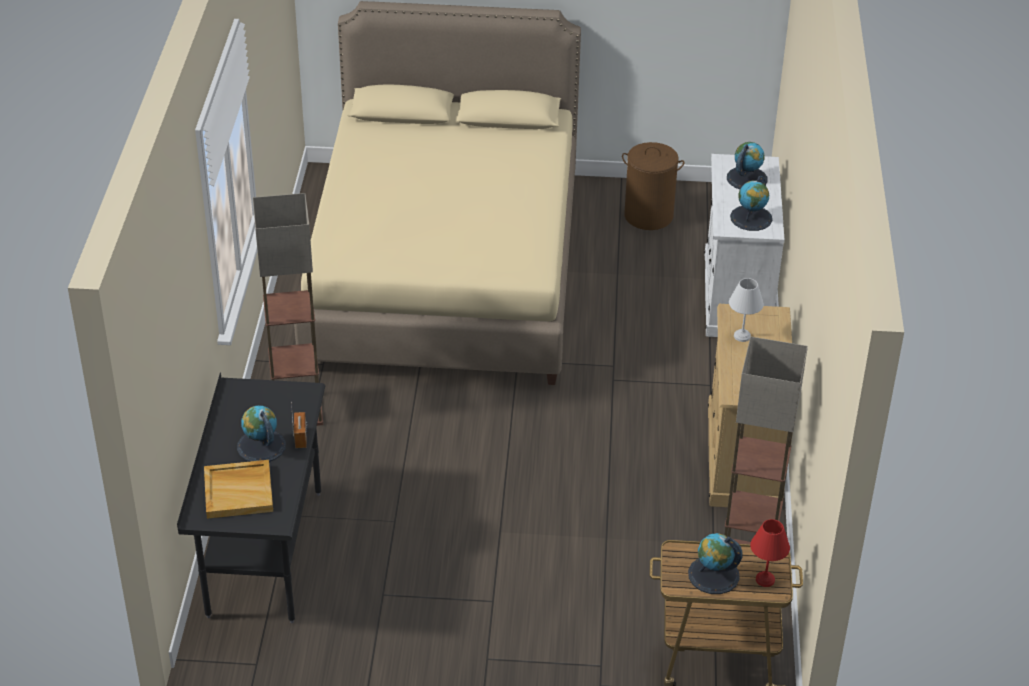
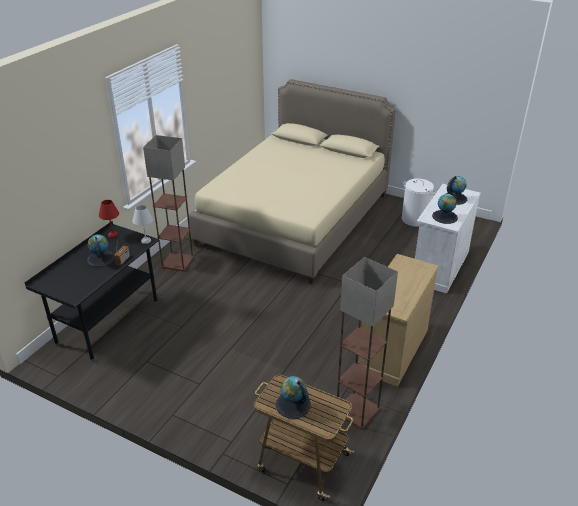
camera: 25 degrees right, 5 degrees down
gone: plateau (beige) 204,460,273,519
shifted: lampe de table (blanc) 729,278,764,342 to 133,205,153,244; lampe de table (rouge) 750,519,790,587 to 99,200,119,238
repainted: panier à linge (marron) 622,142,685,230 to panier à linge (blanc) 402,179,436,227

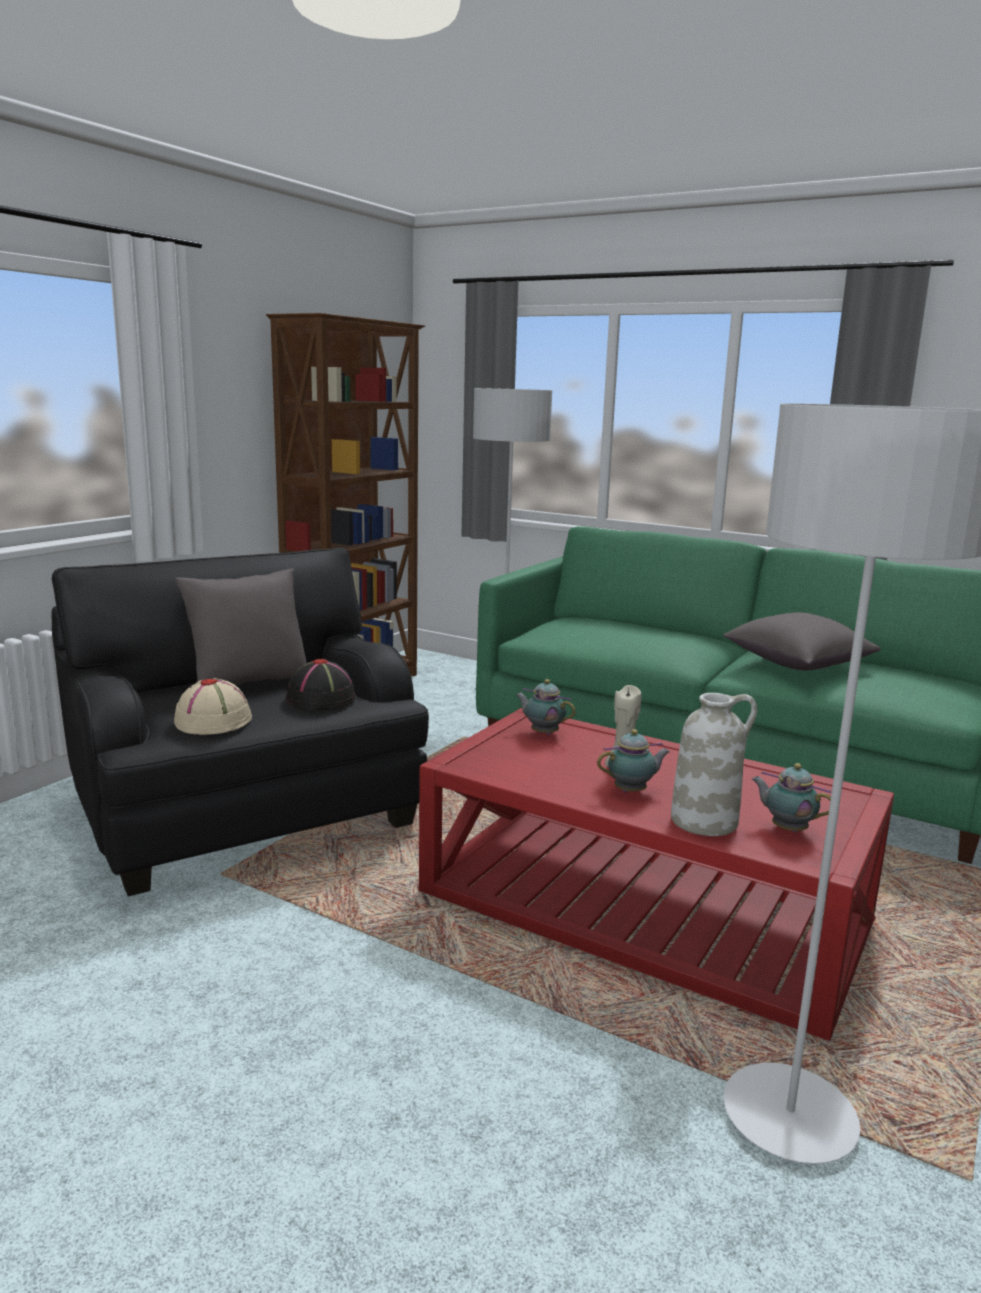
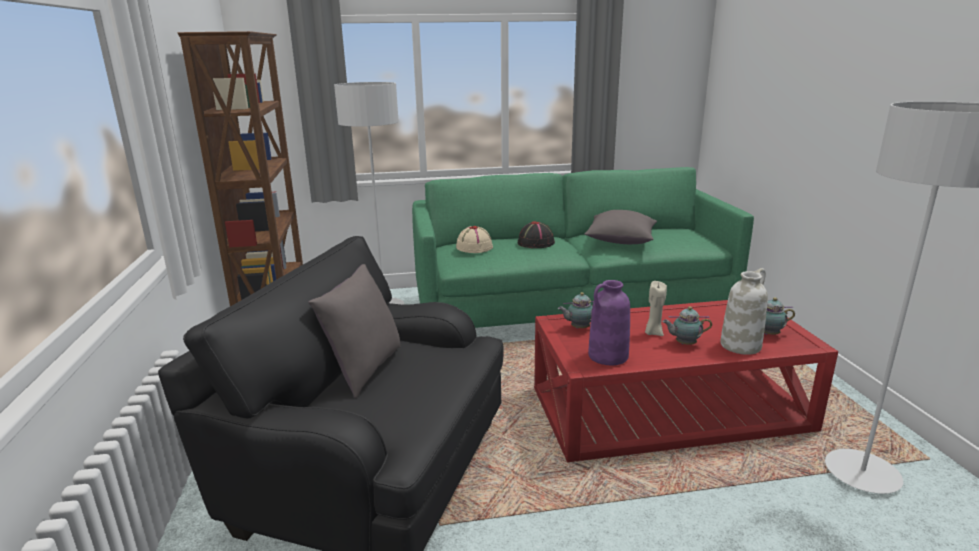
camera: 40 degrees left, 5 degrees up
new: vase (violet) 588,280,630,365
shifted: chapeau (noir) 286,659,356,710 to 518,221,555,248; chapeau (beige) 174,678,252,735 to 456,226,493,253
rotated: théière 597,729,670,793 = 662,306,712,345 120 degrees counterclockwise

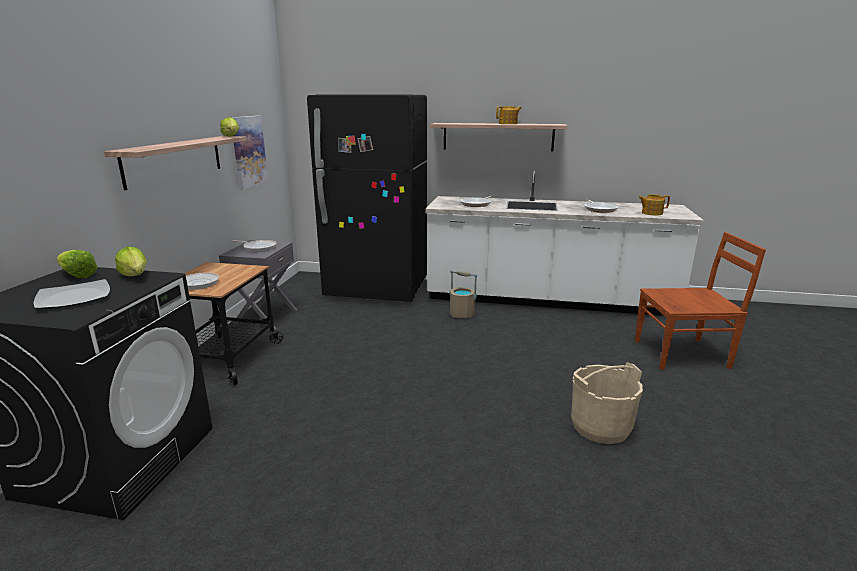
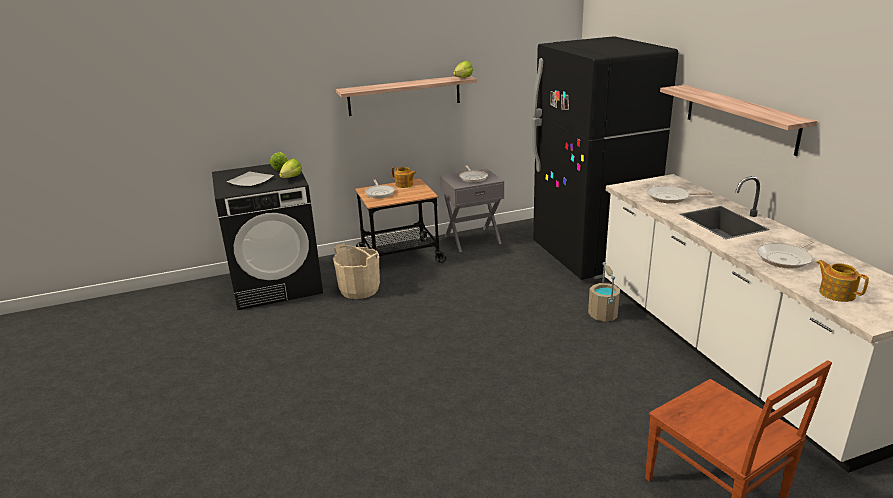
camera: 60 degrees right, 5 degrees up
gone: tableau 231,116,268,189
shifted: théière 496,106,522,124 to 392,167,416,188; seau (beige) 571,362,643,444 to 333,243,380,299

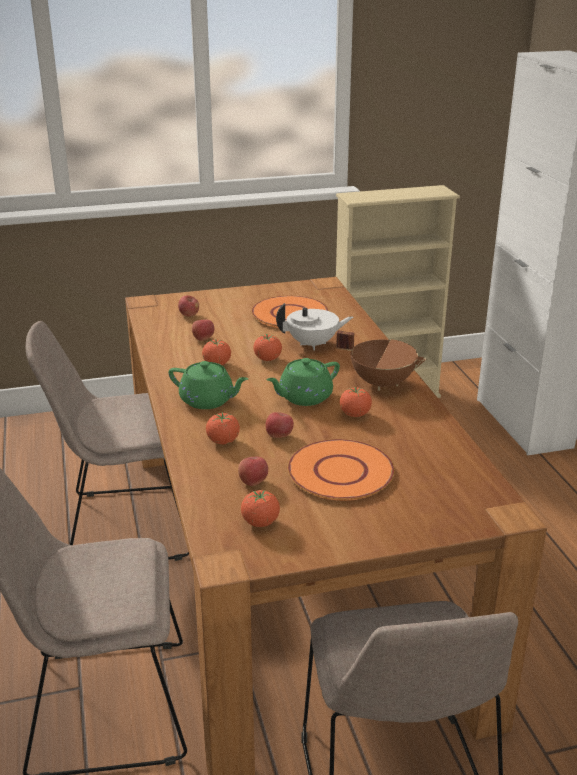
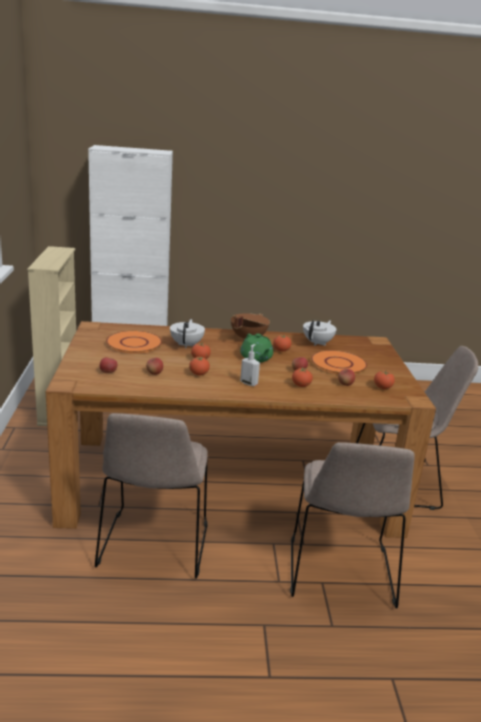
camera: 80 degrees left, 5 degrees down
new: théière (blanc) 303,320,337,346
swapped: théière (vert) 168,361,249,409 to distributeur de savon 240,344,260,386

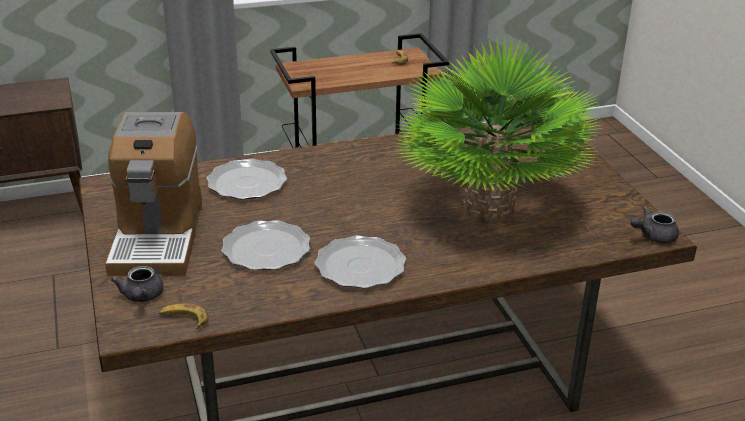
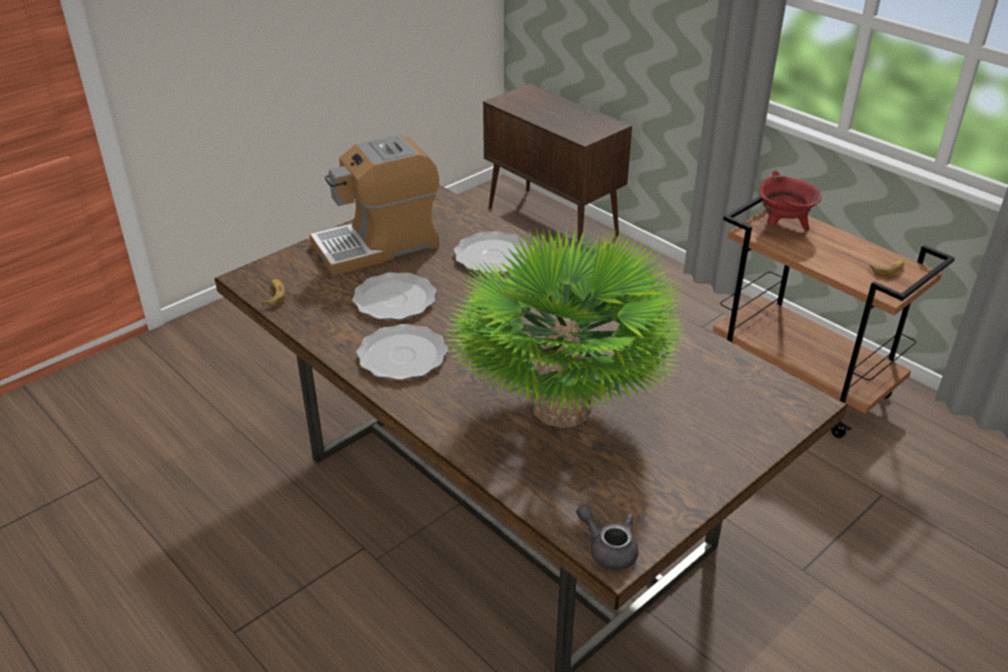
camera: 65 degrees right, 5 degrees up
gone: théière (gris) 111,266,163,302
new: marmite (rouge) 759,170,822,231

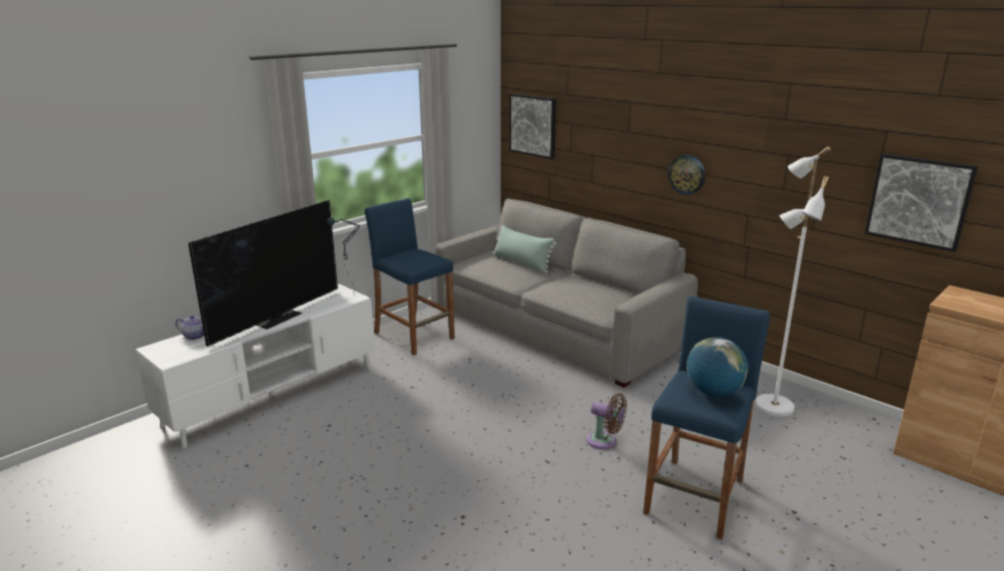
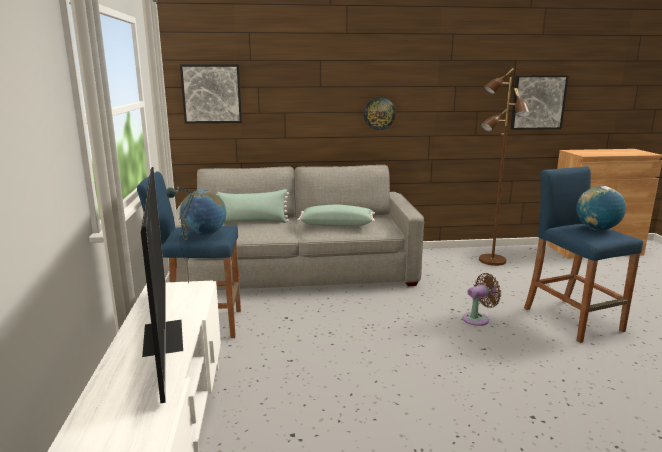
camera: 50 degrees left, 5 degrees down
gone: théière 176,315,204,340
new: globe 180,190,226,235; coussin (vert) 297,205,375,226
repainted: lampadaire (blanc) 755,146,831,417 to lampadaire (marron) 479,68,531,266

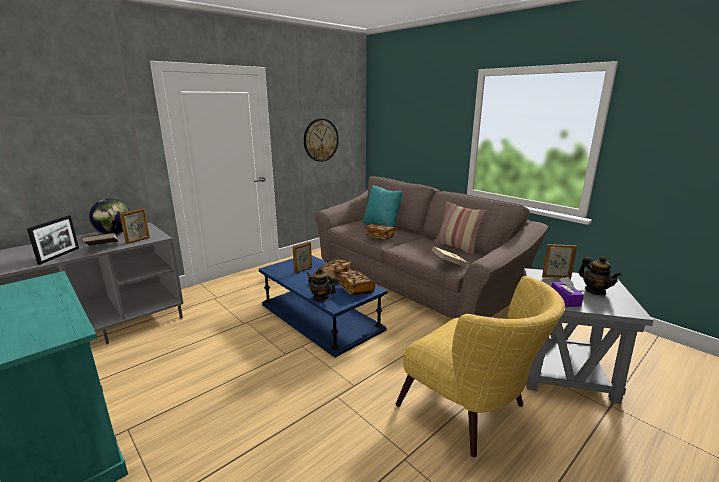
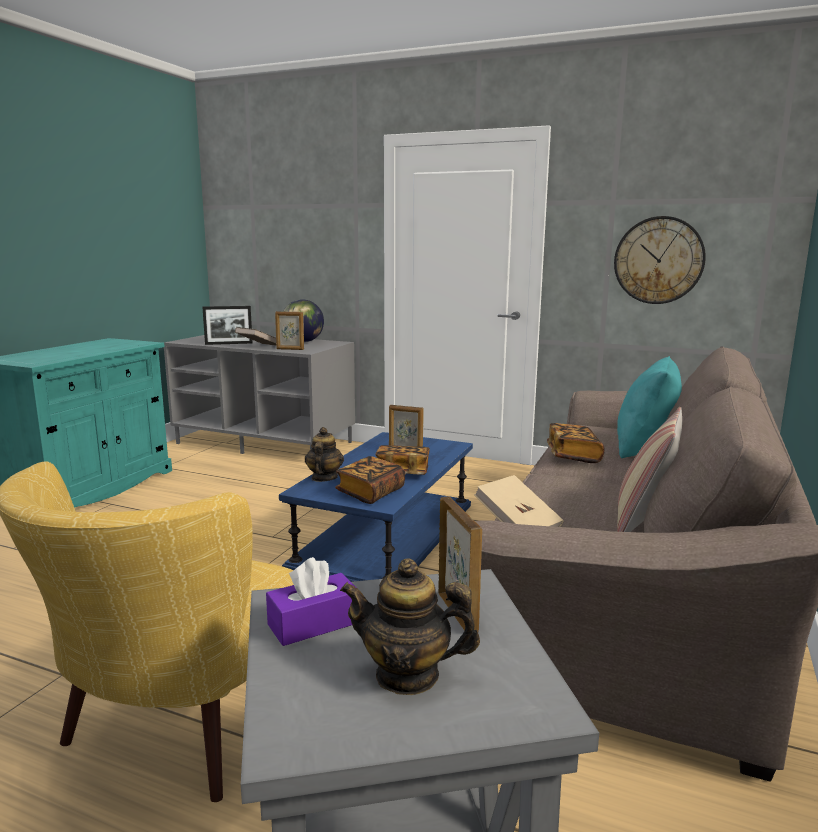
camera: 65 degrees right, 5 degrees down
rotated: théière 579,256,622,295 = 340,558,480,695 60 degrees clockwise

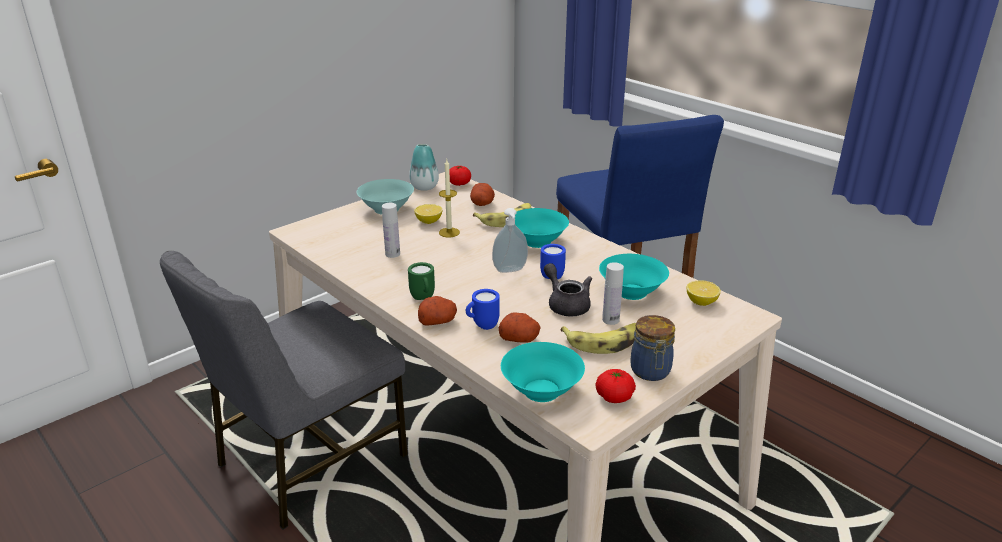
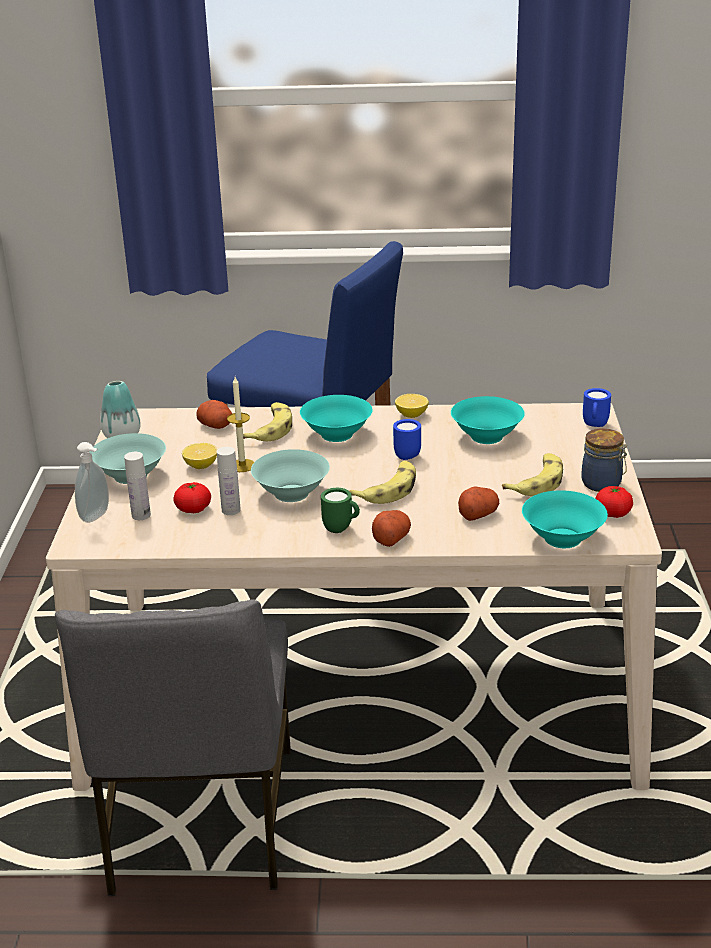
camera: 45 degrees left, 0 degrees up
gone: théière (gris) 544,263,592,316
new: bol (turquoise) 251,449,330,502; banane 349,461,416,504
shifted: tomate 449,166,471,186 to 173,482,211,513; distributeur de savon 492,208,528,273 to 75,442,109,523; bouteille (blanc) 602,262,624,325 to 124,452,151,520; citron 687,281,721,306 to 395,394,429,418; mug (bleu) 466,289,500,330 to 583,388,611,427

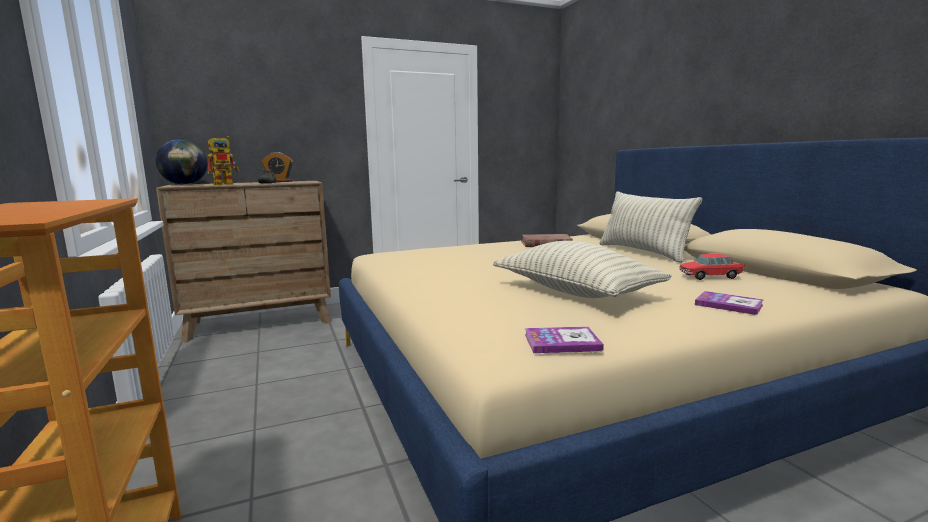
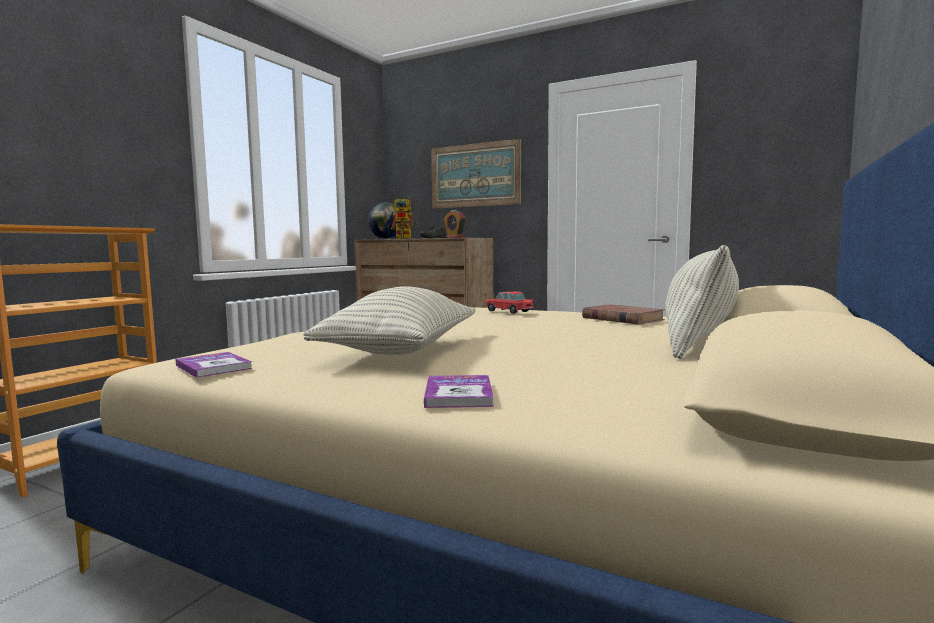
camera: 50 degrees right, 5 degrees down
new: tableau 431,139,521,209
shifted: petite voiture 679,253,745,280 to 484,292,534,314

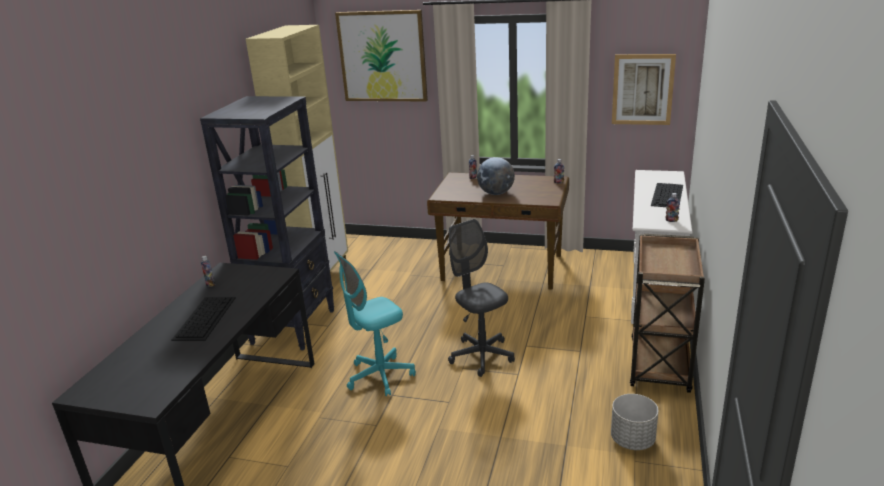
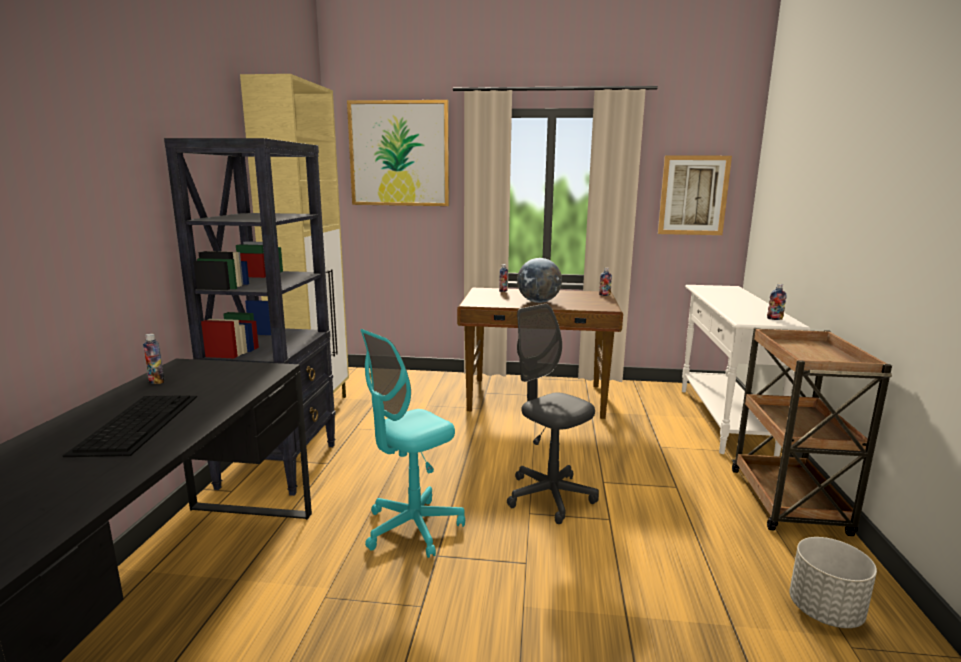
camera: 10 degrees left, 10 degrees down
gone: clavier 651,183,683,207

